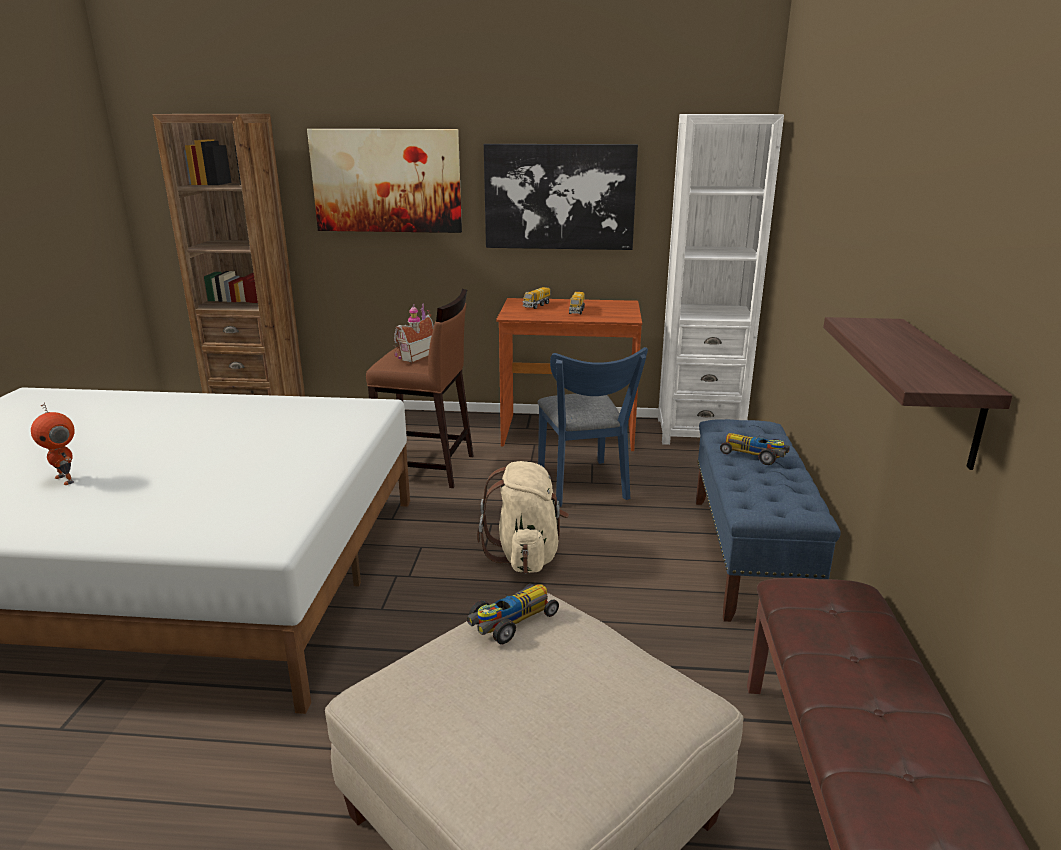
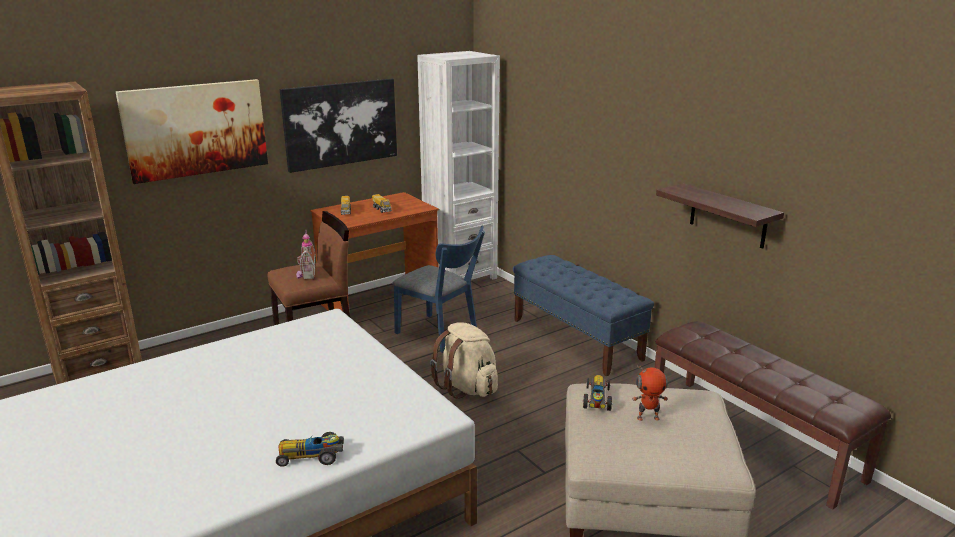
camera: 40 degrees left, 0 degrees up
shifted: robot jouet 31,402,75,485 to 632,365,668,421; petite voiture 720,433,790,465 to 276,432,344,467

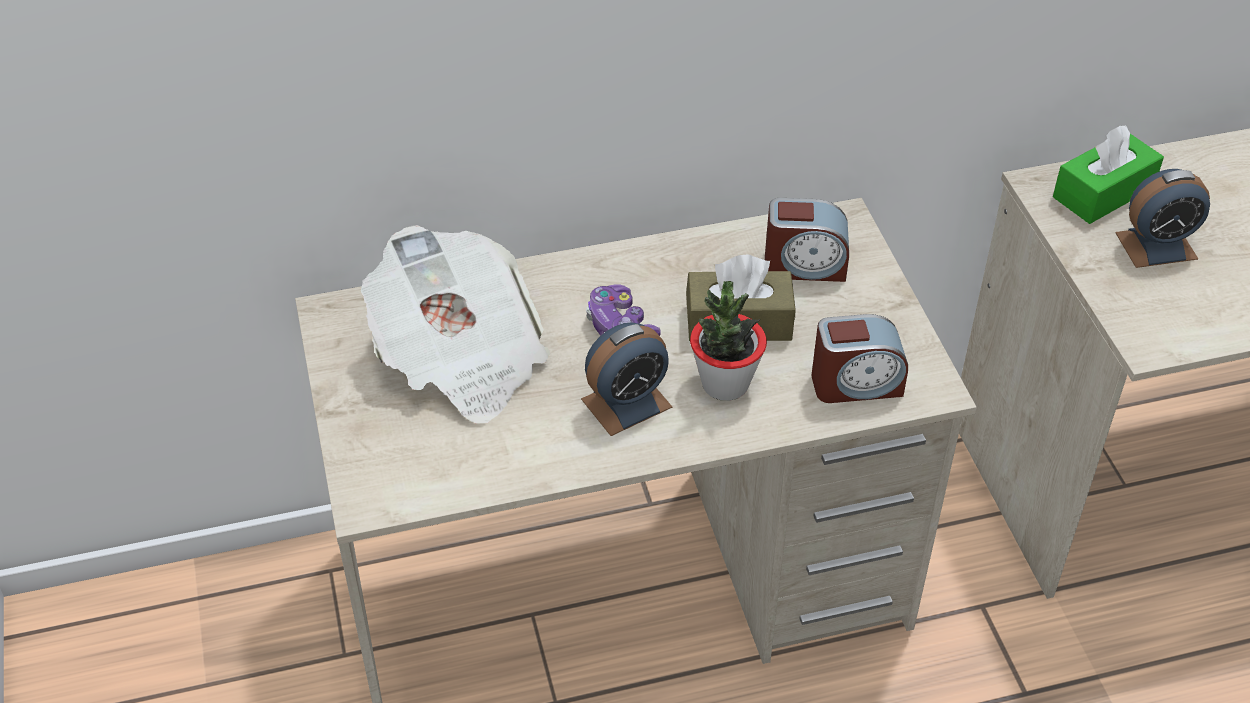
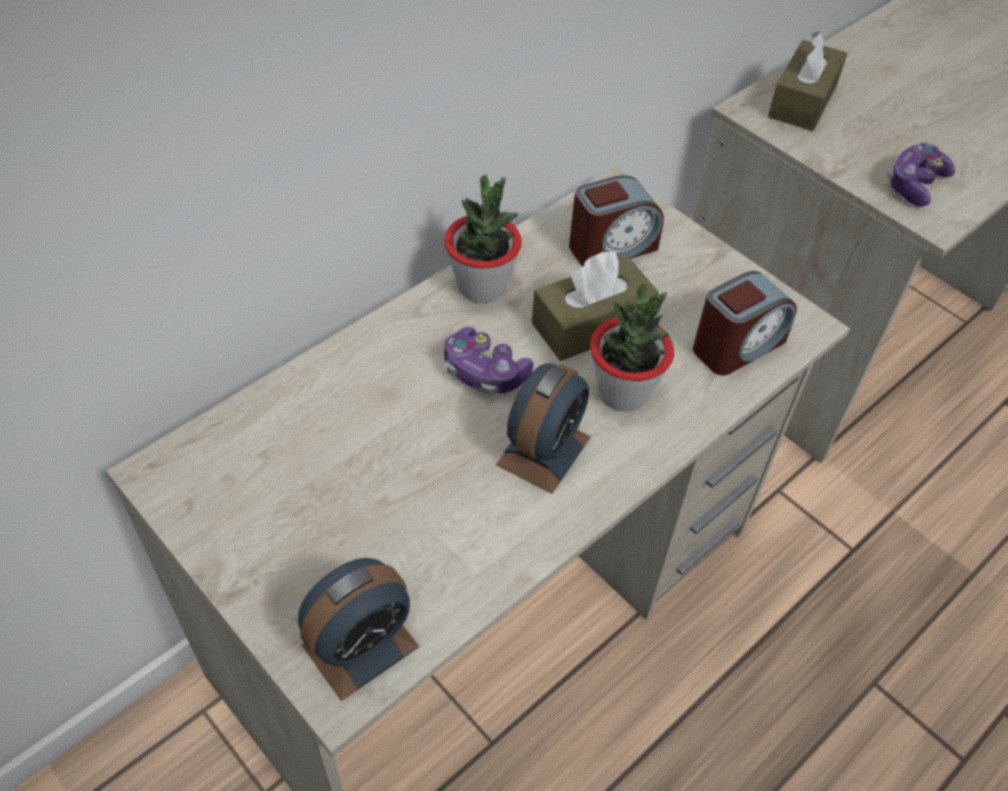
camera: 30 degrees left, 5 degrees up
gone: journal 361,225,550,423
new: manette 887,143,955,207; plante en pot 444,175,522,303
shifted: réveil 1115,169,1210,268 to 298,558,419,701
repainted: boîte à mouchoirs (vert) 1053,125,1164,224 to boîte à mouchoirs (marron) 768,31,847,131

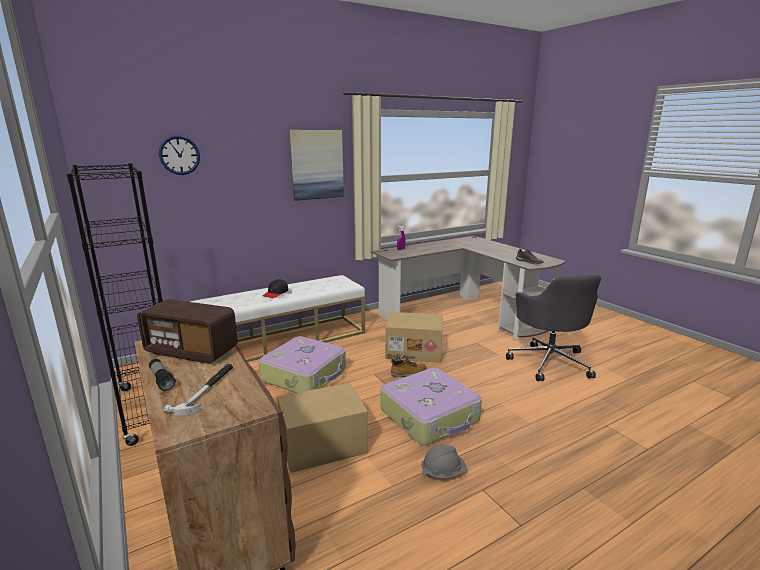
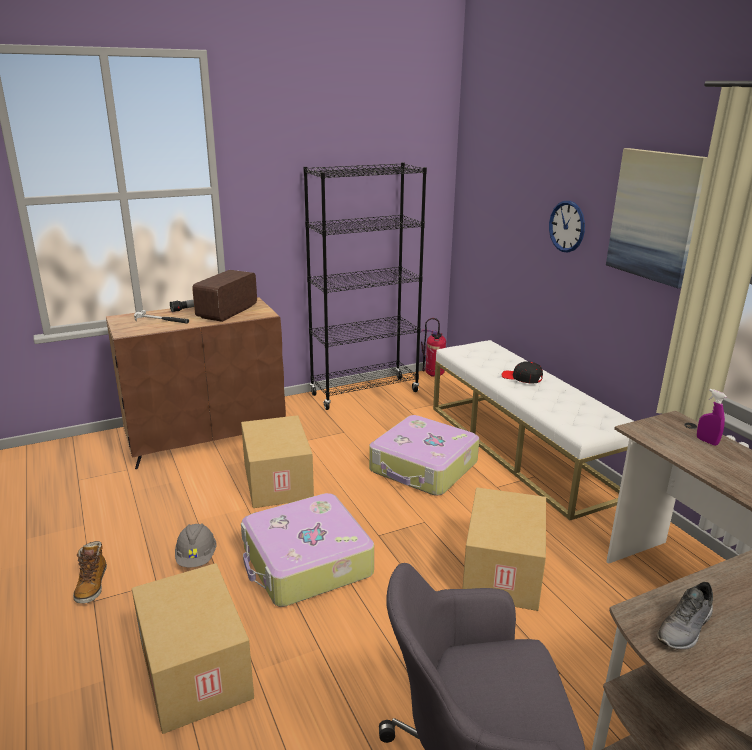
camera: 95 degrees right, 5 degrees up
new: extincteur 421,318,446,377; carton 132,563,254,734
shifted: horloge murale 159,135,200,175 to 549,201,585,252; botte 390,352,427,377 to 73,541,107,603

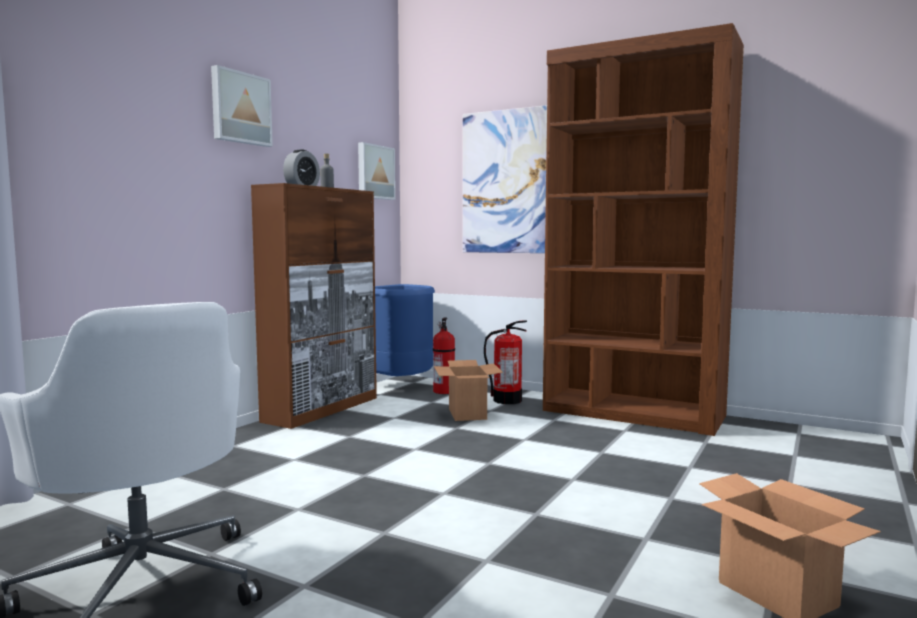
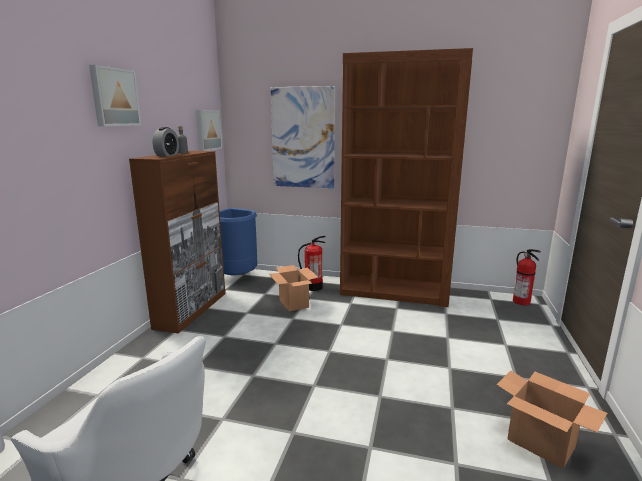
camera: 15 degrees left, 10 degrees up
shifted: extincteur 433,317,455,394 to 513,249,541,305

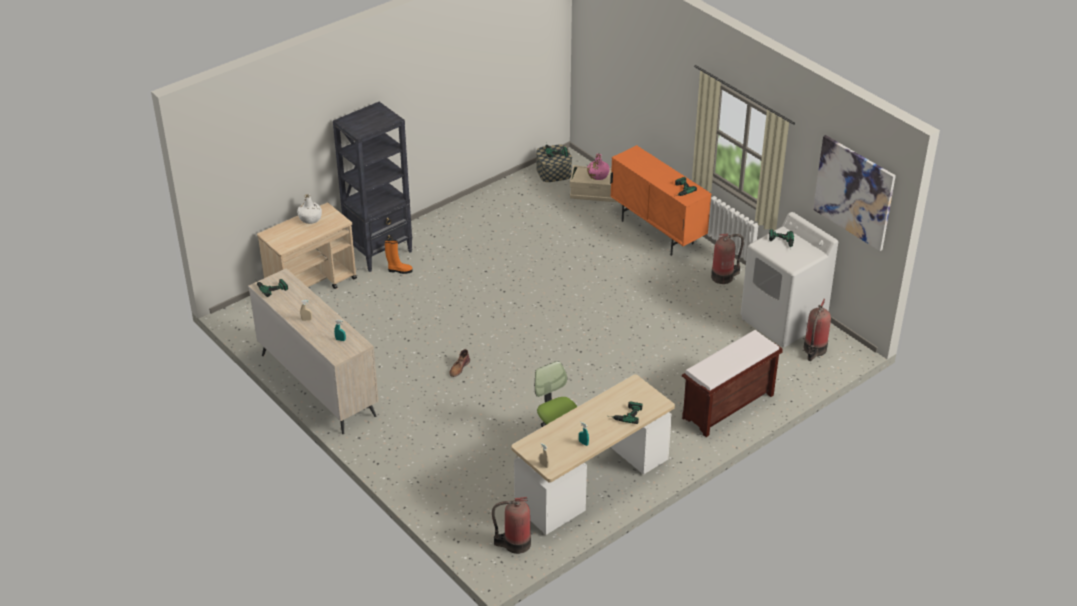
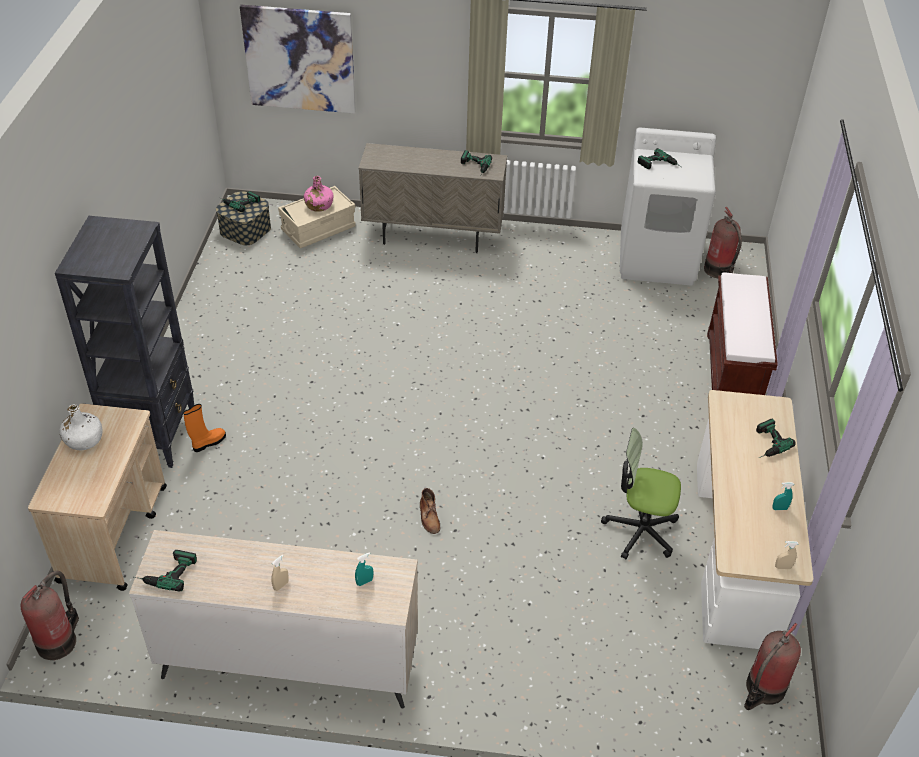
camera: 45 degrees left, 5 degrees up
shifted: tableau 813,135,896,251 to 240,5,356,114; extincteur 711,233,744,284 to 21,571,79,660
repainted: meuble de rangement (orange) 610,145,711,256 to meuble de rangement (beige) 359,143,507,253

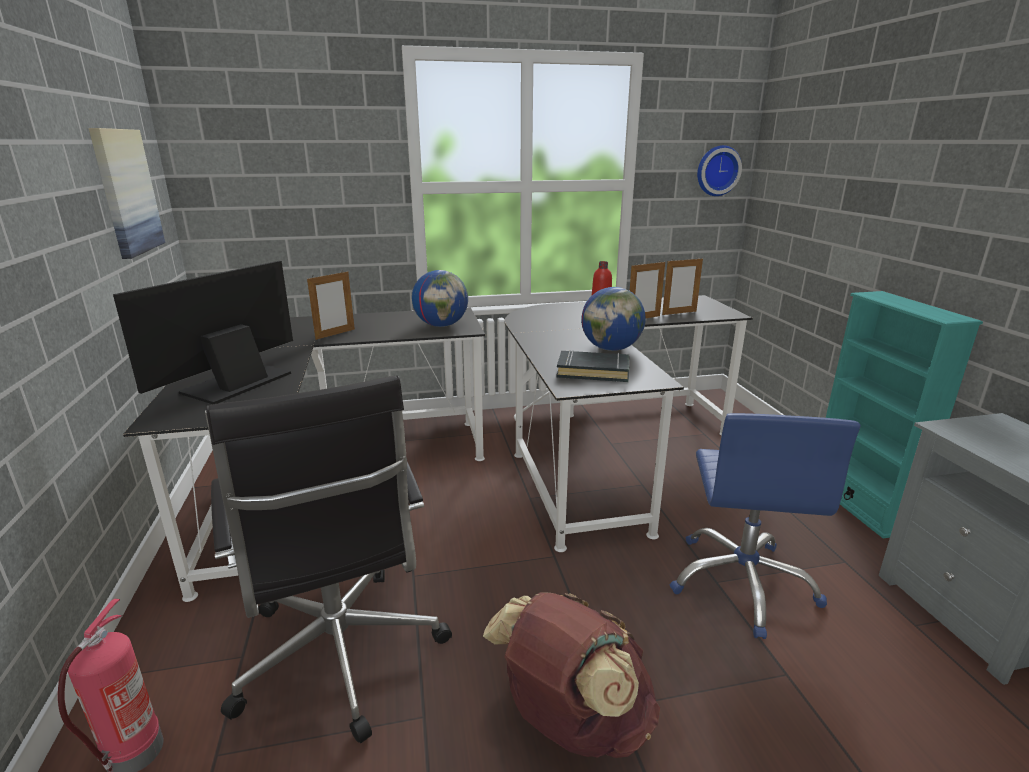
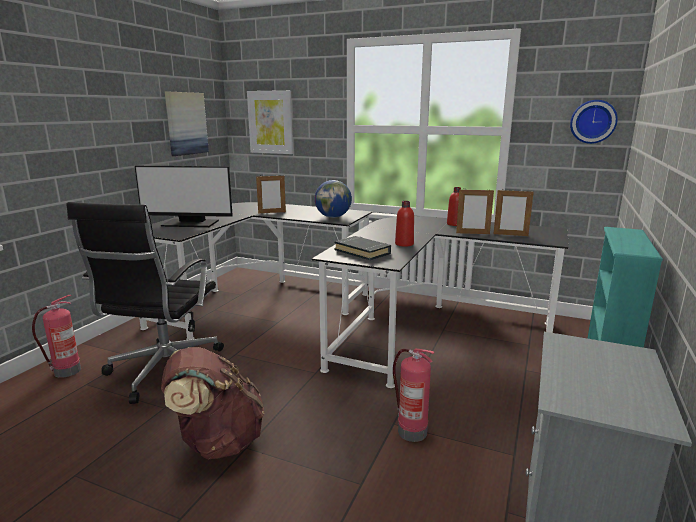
camera: 35 degrees right, 5 degrees down
new: tableau 247,90,293,154
swapped: globe 581,287,646,351 to bouteille (rouge) 395,201,414,247; chaise de bureau (bleu) 670,413,861,639 to extincteur 393,348,435,442
rotated: écran d'ordinateur 113,261,293,404 = 135,166,233,227 150 degrees counterclockwise

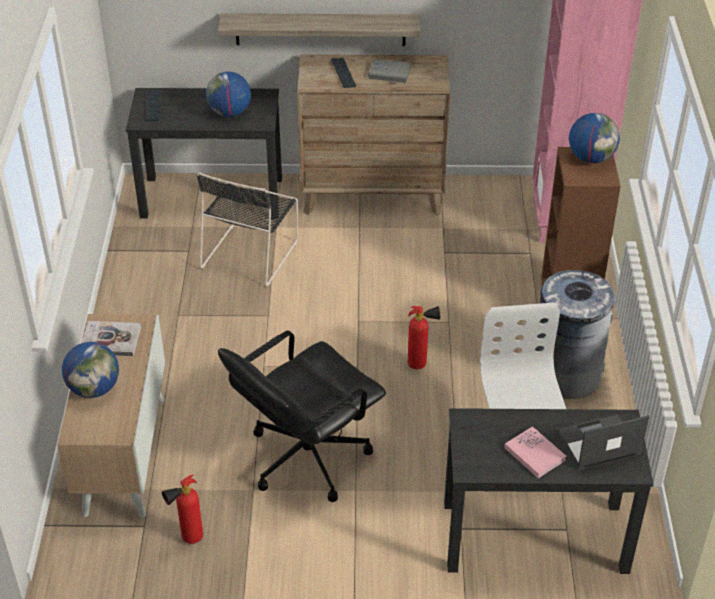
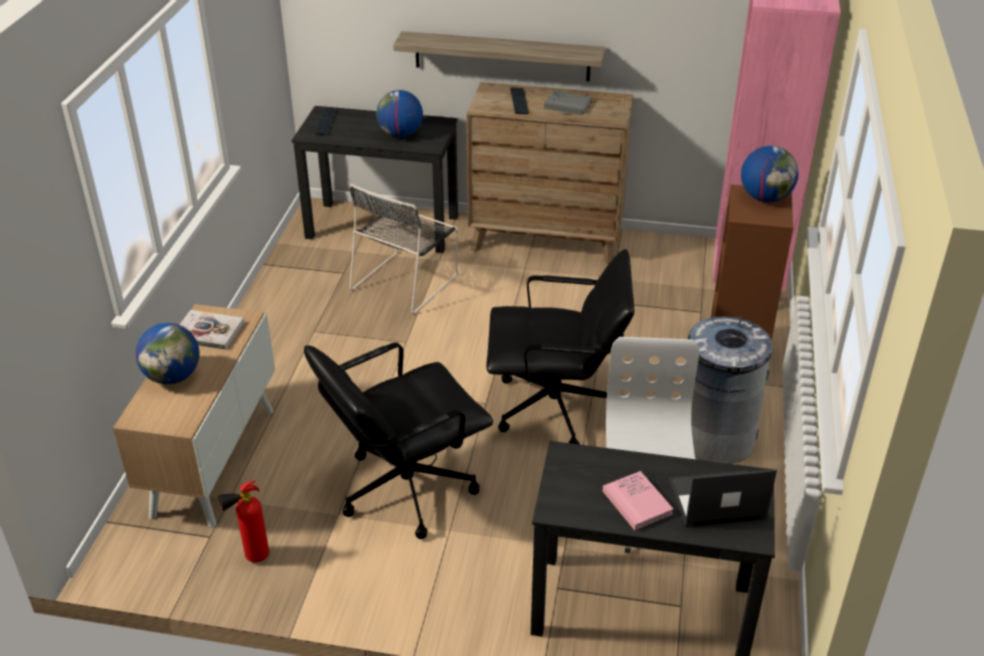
camera: 10 degrees right, 5 degrees down
swapped: extincteur 408,306,440,369 to chaise de bureau (noir) 486,249,634,444

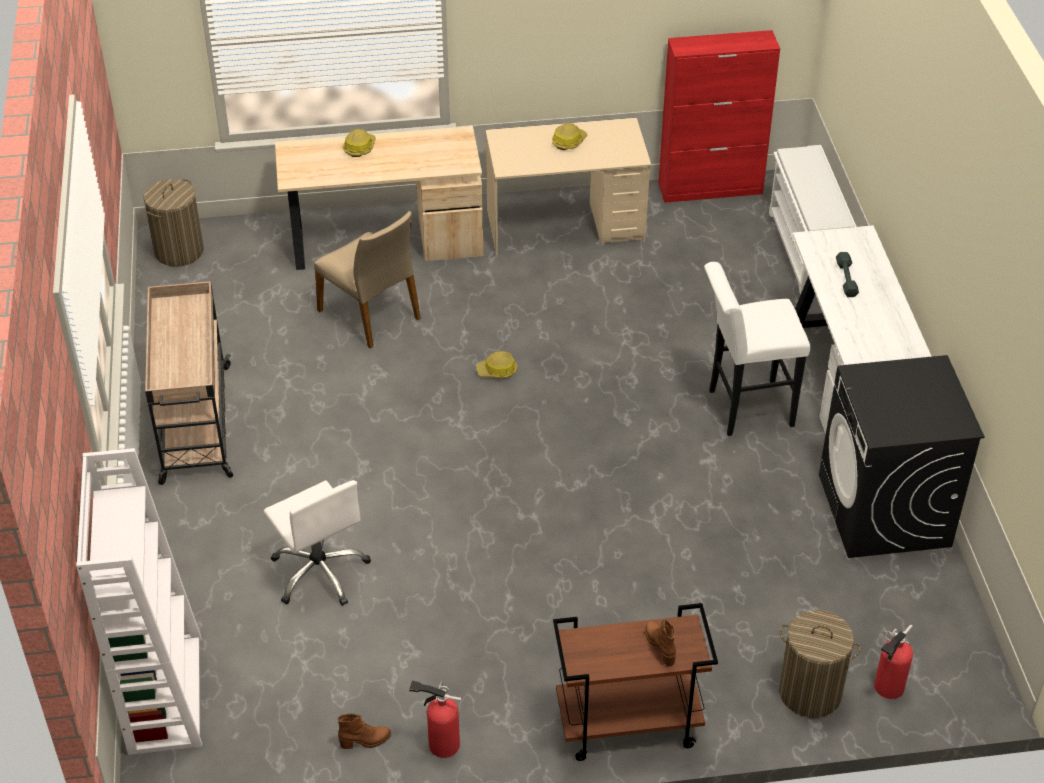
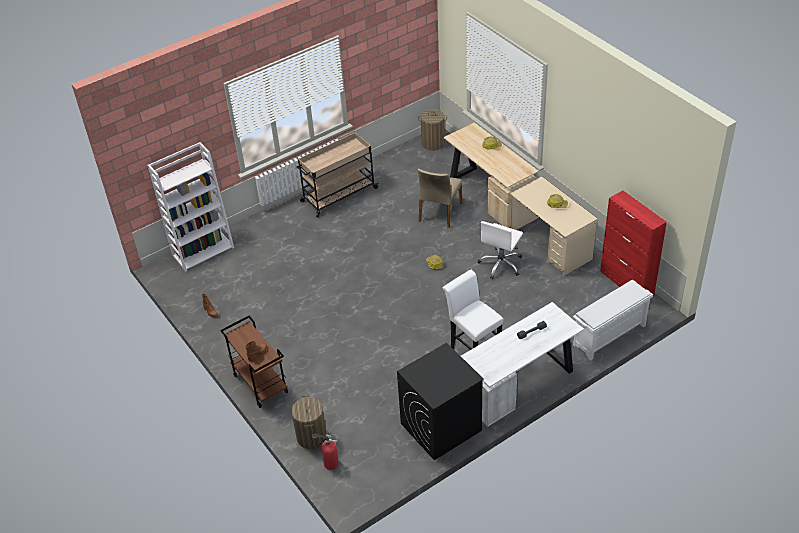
camera: 65 degrees right, 0 degrees up
gone: extincteur 409,681,461,758
shifted: chaise de bureau (blanc) 264,480,371,606 to 478,221,523,279

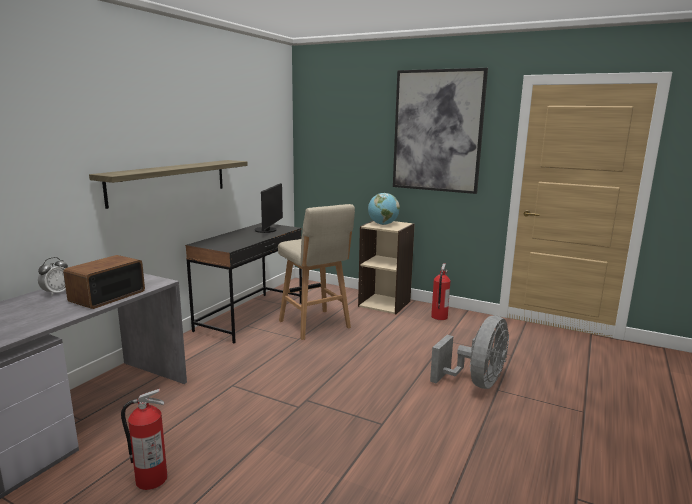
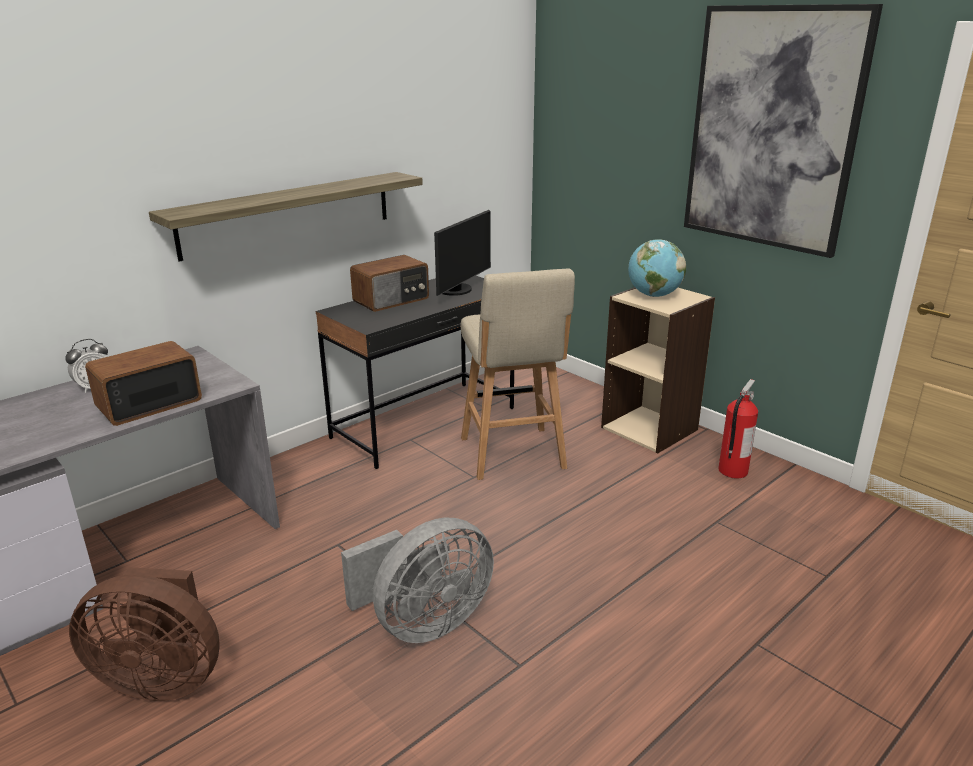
camera: 20 degrees right, 10 degrees up
new: radio 350,255,429,312
shifted: ventilateur (gris) 430,316,509,389 to 341,517,494,643
swapped: extincteur 121,389,167,490 to ventilateur (marron) 69,567,220,701

